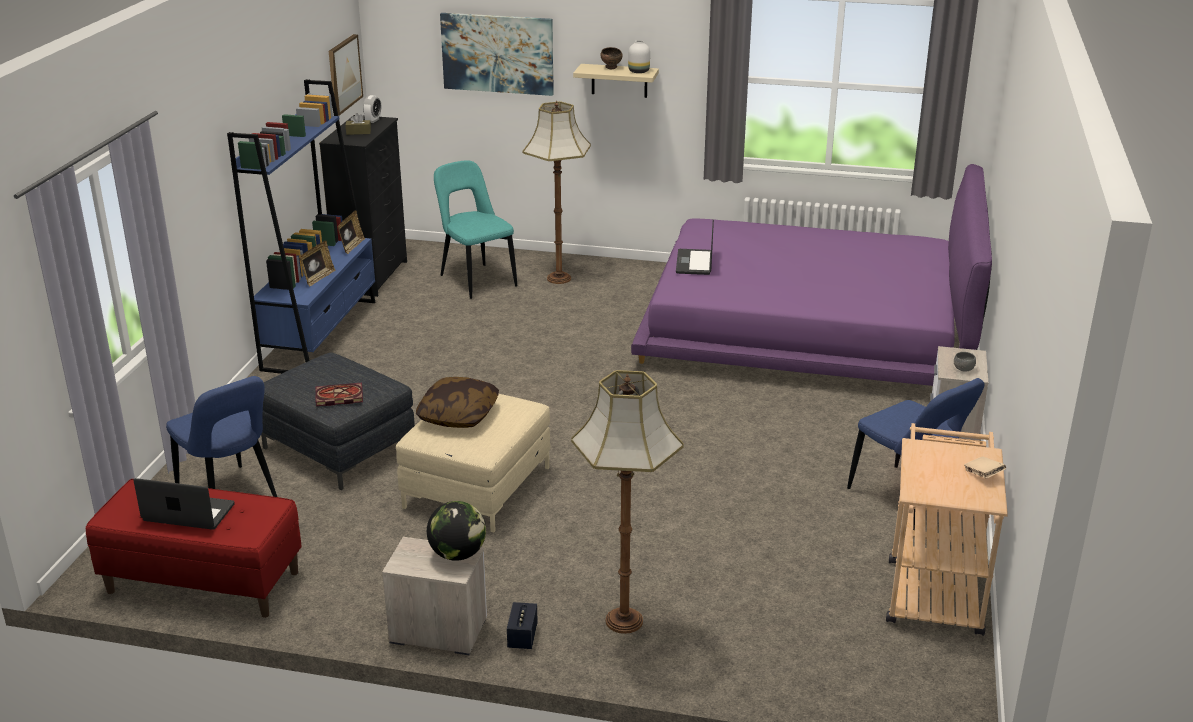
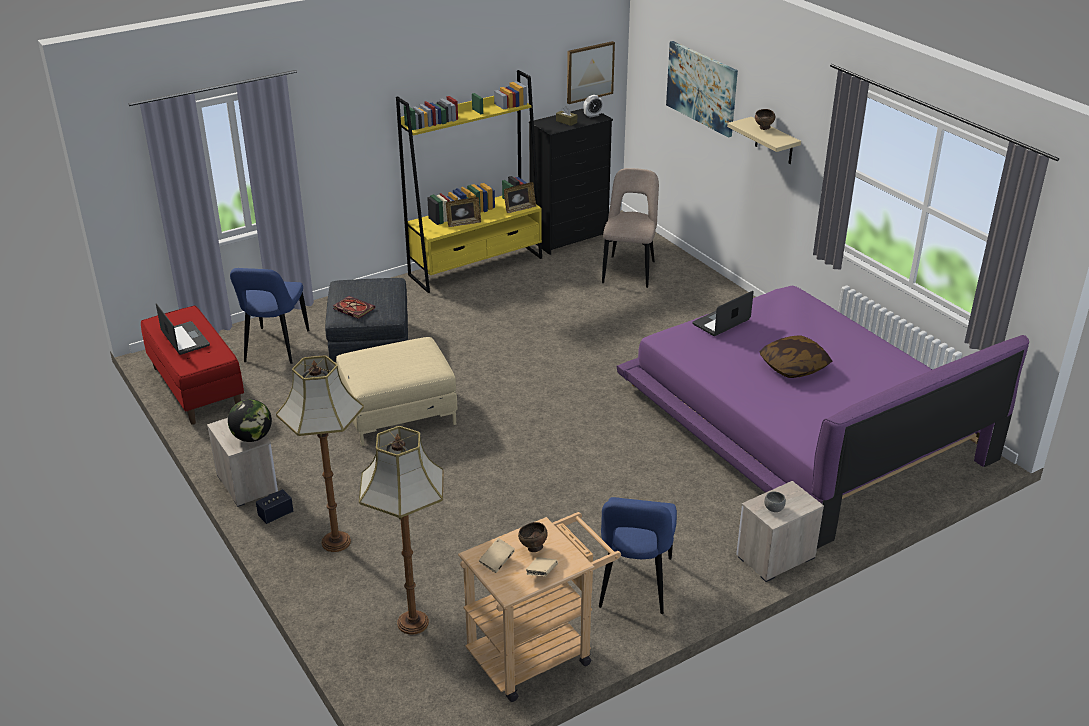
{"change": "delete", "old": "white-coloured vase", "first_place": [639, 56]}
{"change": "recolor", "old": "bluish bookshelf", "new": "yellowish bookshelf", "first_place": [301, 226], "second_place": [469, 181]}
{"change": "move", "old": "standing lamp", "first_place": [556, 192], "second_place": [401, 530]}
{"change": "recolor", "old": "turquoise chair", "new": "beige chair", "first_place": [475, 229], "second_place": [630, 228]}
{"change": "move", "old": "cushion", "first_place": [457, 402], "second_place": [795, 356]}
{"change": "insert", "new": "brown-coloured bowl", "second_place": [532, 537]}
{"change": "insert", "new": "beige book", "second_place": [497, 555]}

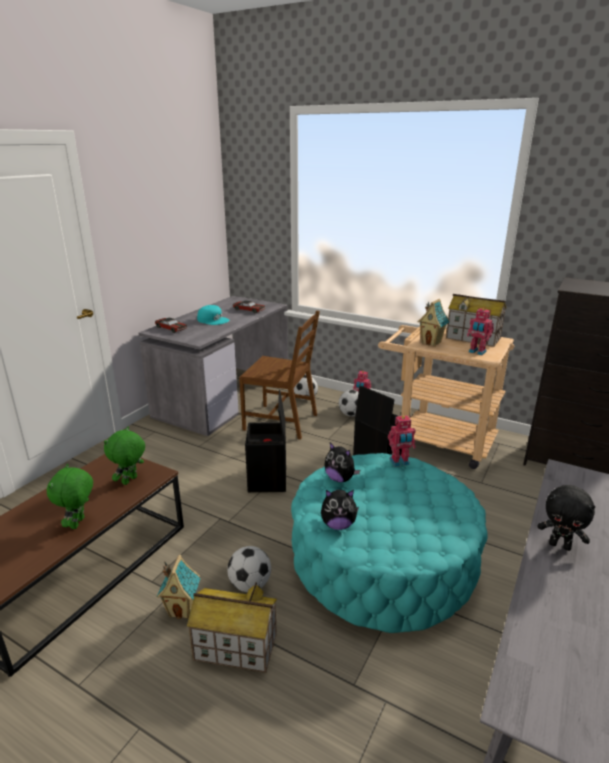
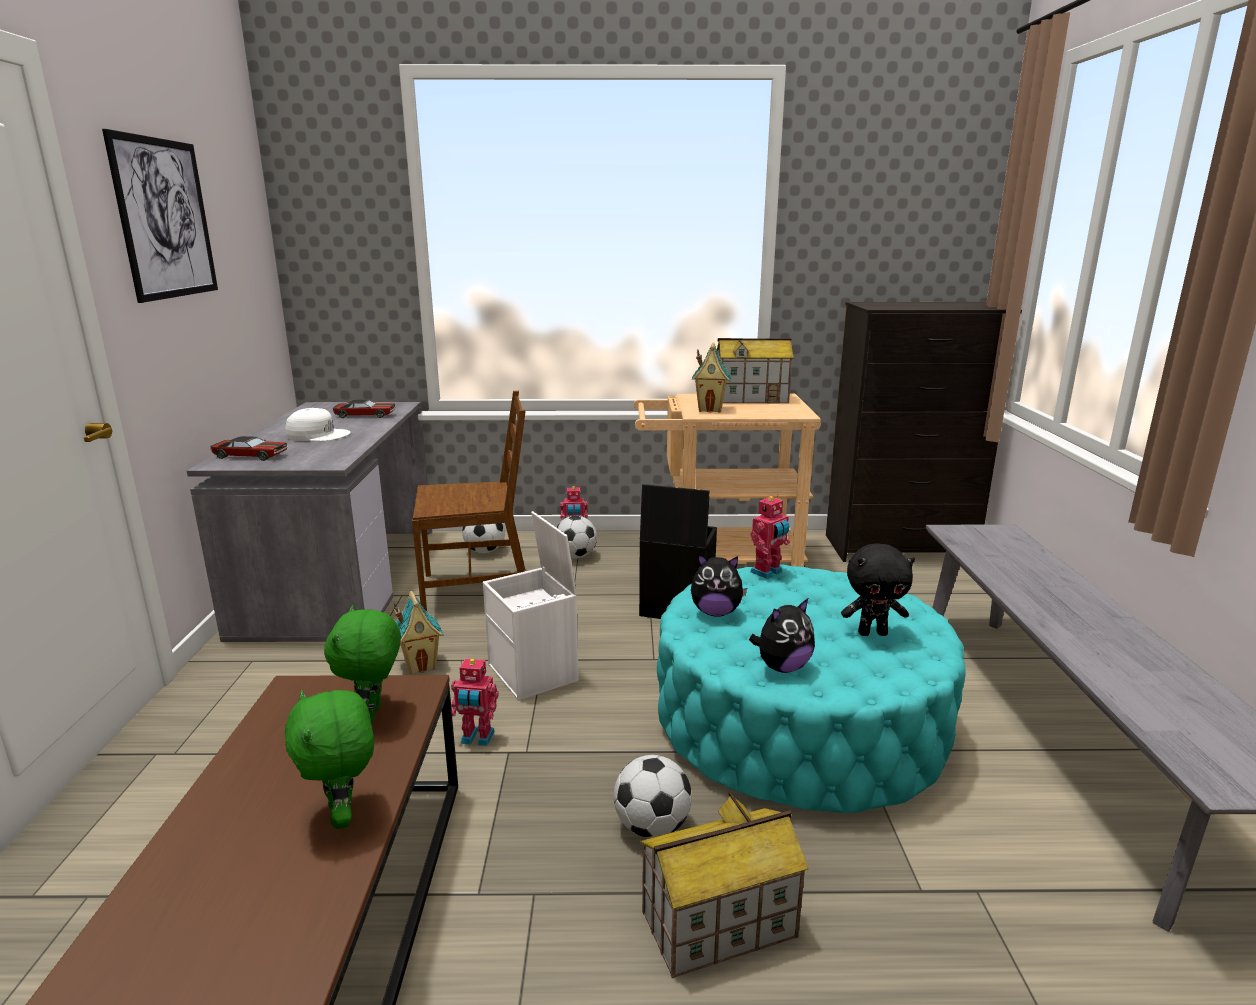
{"change": "recolor", "old": "turquoise peaked cap", "new": "white-coloured peaked cap", "first_place": [213, 315], "second_place": [318, 424]}
{"change": "move", "old": "toy robot", "first_place": [480, 331], "second_place": [475, 702]}
{"change": "recolor", "old": "black storage box", "new": "white-coloured storage box", "first_place": [265, 441], "second_place": [531, 605]}
{"change": "move", "old": "black soft toy", "first_place": [566, 518], "second_place": [878, 589]}
{"change": "move", "old": "miniature house", "first_place": [179, 587], "second_place": [418, 633]}
{"change": "insert", "new": "picture", "second_place": [160, 216]}

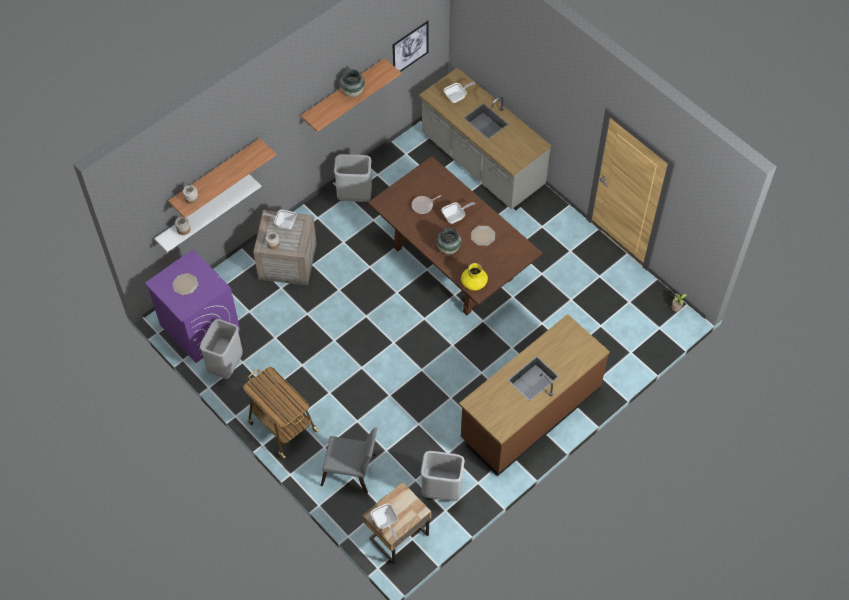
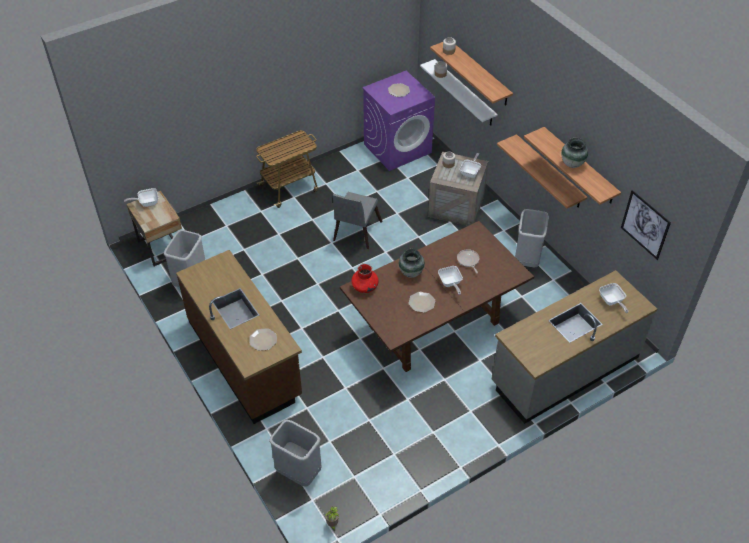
{"change": "recolor", "old": "yellowish vase", "new": "reddish vase", "first_place": [474, 277], "second_place": [365, 278]}
{"change": "move", "old": "gray rubbish bin", "first_place": [221, 349], "second_place": [295, 453]}
{"change": "move", "old": "gray chair", "first_place": [349, 460], "second_place": [357, 220]}
{"change": "insert", "new": "wall shelf", "second_place": [542, 171]}
{"change": "insert", "new": "flat dish", "second_place": [263, 339]}

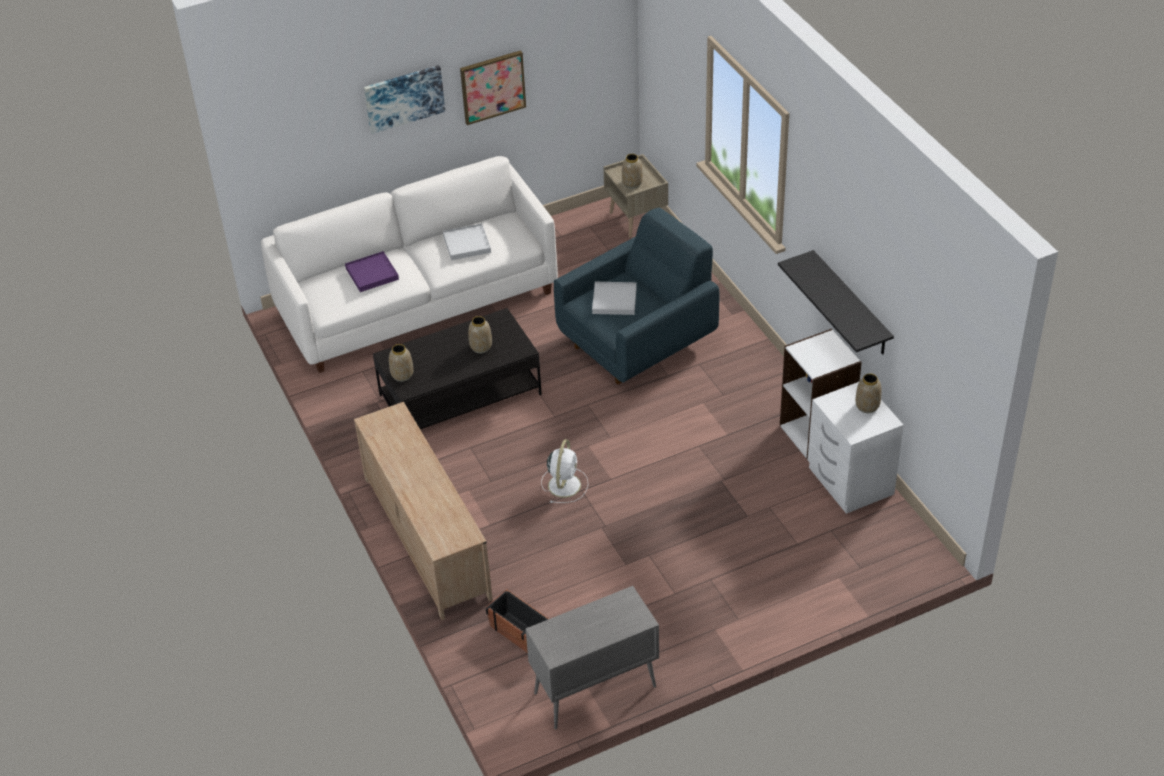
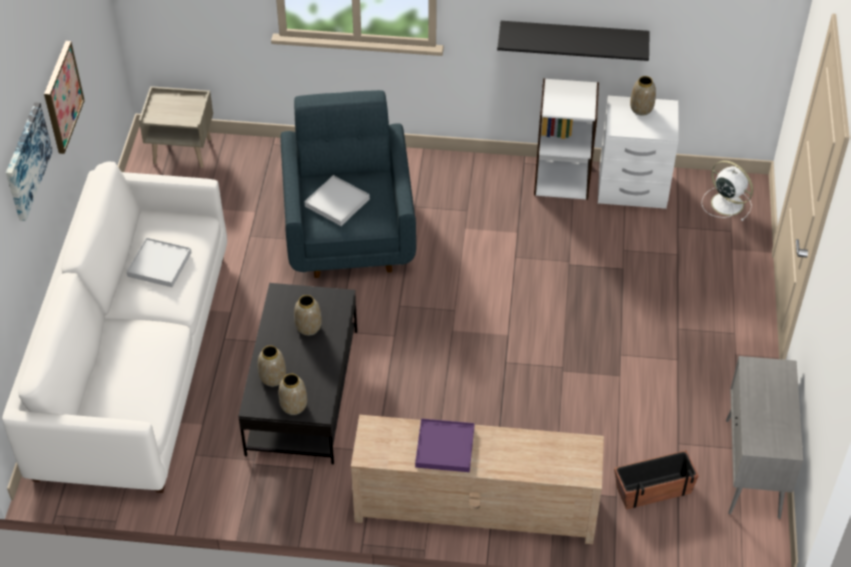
{"change": "move", "old": "vase", "first_place": [632, 171], "second_place": [272, 366]}
{"change": "move", "old": "purple-coloured carrying tray", "first_place": [372, 271], "second_place": [445, 445]}
{"change": "move", "old": "white-coloured electric fan", "first_place": [564, 471], "second_place": [727, 191]}

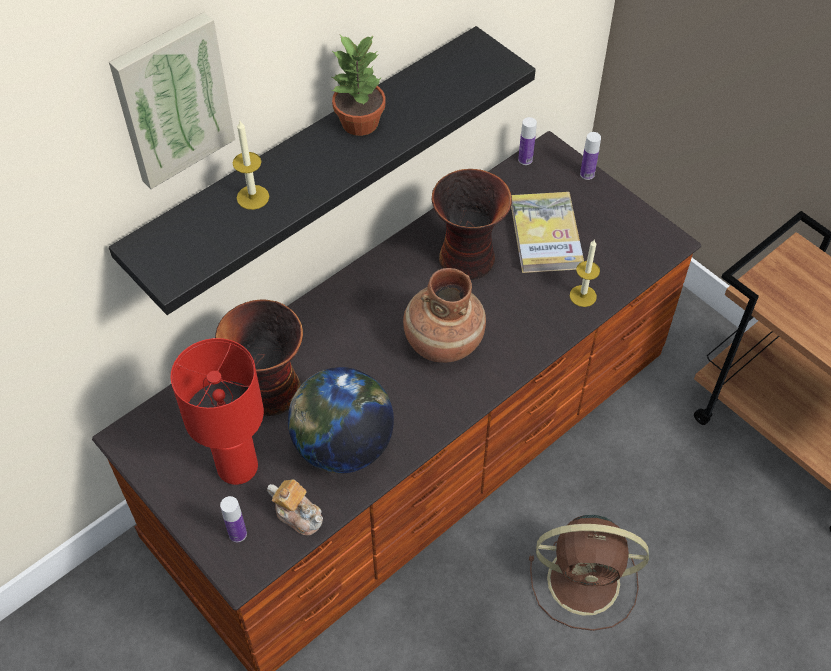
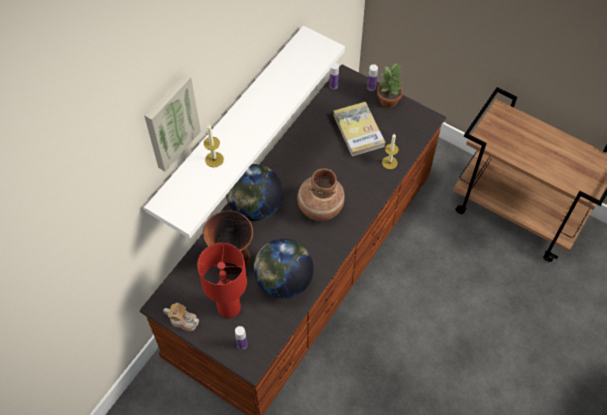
{"change": "recolor", "old": "black wall shelf", "new": "white-coloured wall shelf", "first_place": [322, 170], "second_place": [244, 132]}
{"change": "move", "old": "plant in a pot", "first_place": [358, 85], "second_place": [390, 86]}
{"change": "delete", "old": "vase", "first_place": [472, 224]}
{"change": "move", "old": "pot for tea", "first_place": [295, 507], "second_place": [181, 317]}
{"change": "delete", "old": "brown-coloured electric fan", "first_place": [589, 573]}
{"change": "insert", "new": "world globe", "second_place": [254, 192]}

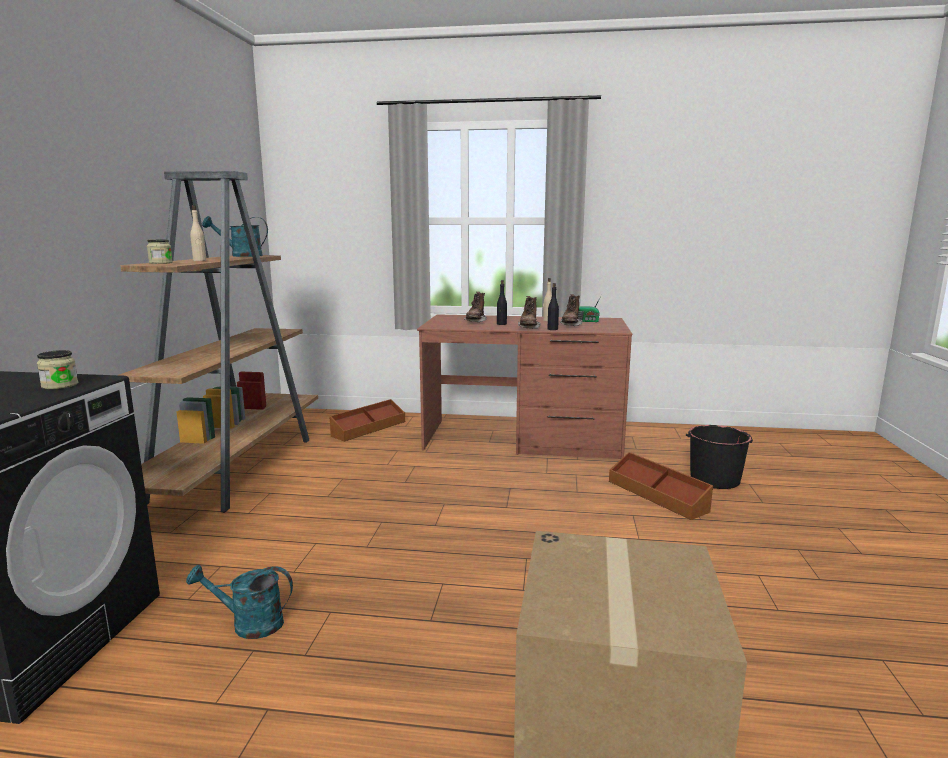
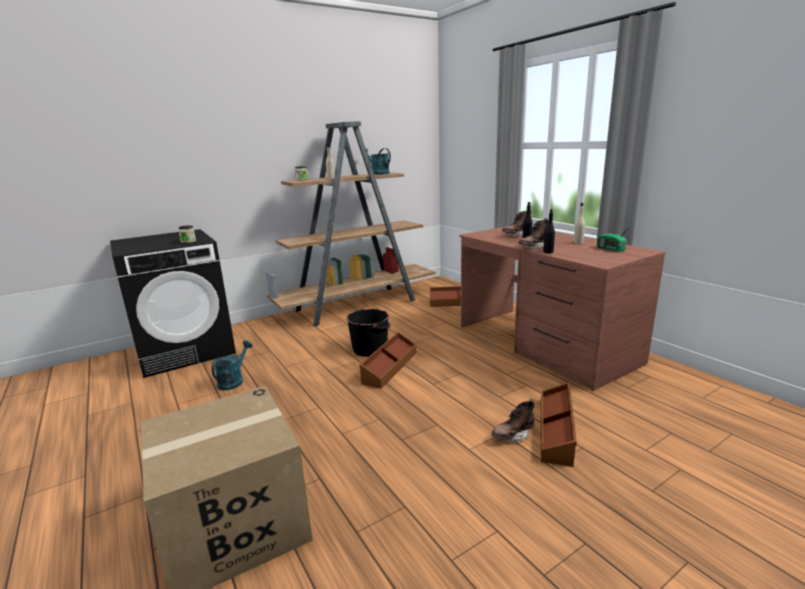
{"change": "move", "old": "brown-coloured tall boot", "first_place": [570, 310], "second_place": [513, 420]}
{"change": "move", "old": "black pail", "first_place": [719, 457], "second_place": [368, 332]}
{"change": "rotate", "old": "turquoise watering pot", "first_place": [239, 601], "second_place": [231, 365], "degrees": 60}
{"change": "insert", "new": "brown-coloured storage box", "second_place": [388, 360]}

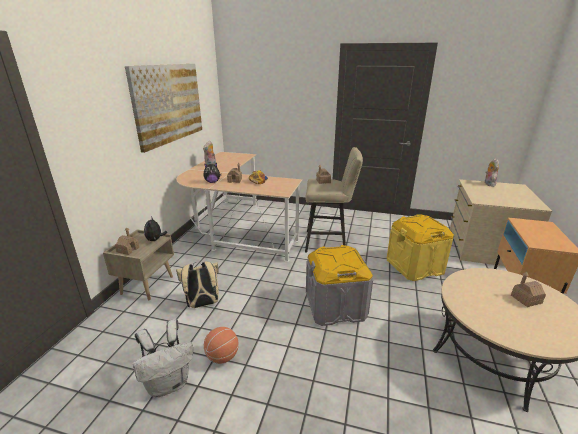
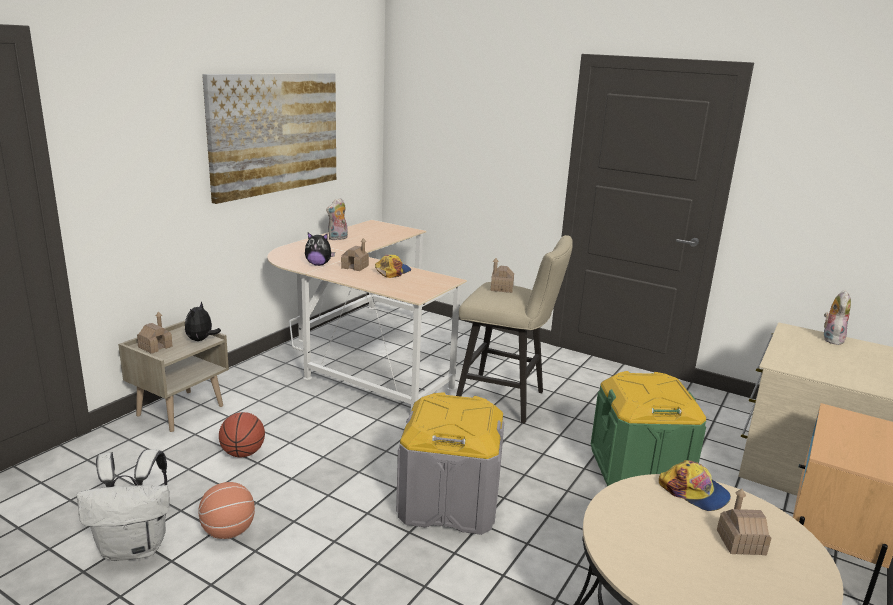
{"change": "recolor", "old": "yellowish storage box", "new": "green storage box", "first_place": [420, 247], "second_place": [648, 428]}
{"change": "replace", "old": "beige knapsack", "new": "basketball", "first_place": [197, 285], "second_place": [242, 434]}
{"change": "insert", "new": "peaked cap", "second_place": [695, 485]}

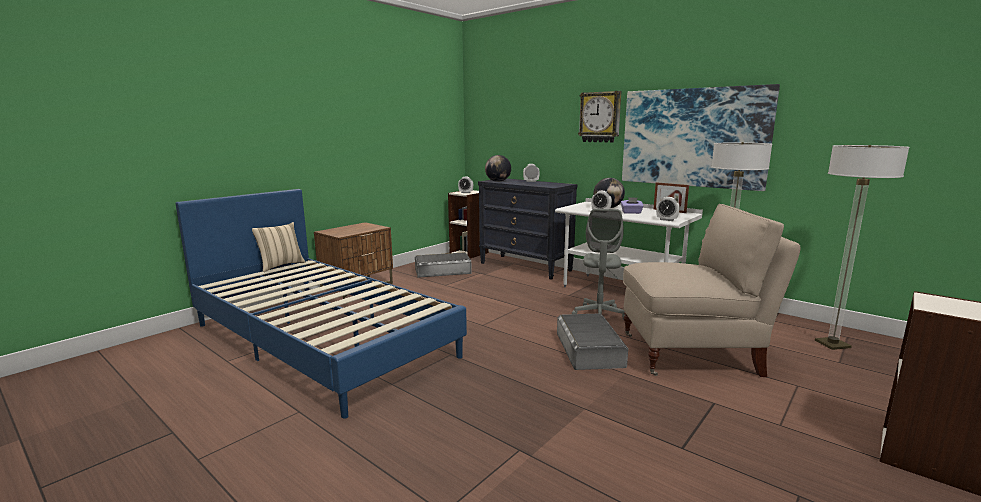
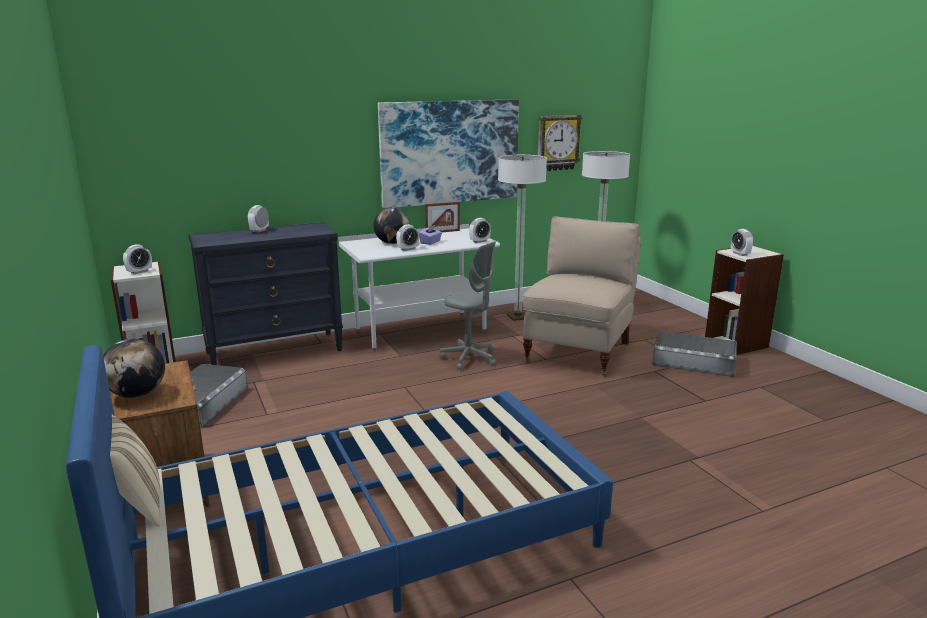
{"change": "move", "old": "clock on the wall", "first_place": [599, 117], "second_place": [560, 143]}
{"change": "move", "old": "world globe", "first_place": [498, 168], "second_place": [134, 368]}
{"change": "move", "old": "gray storage box", "first_place": [592, 341], "second_place": [694, 354]}
{"change": "insert", "new": "table clock", "second_place": [742, 242]}

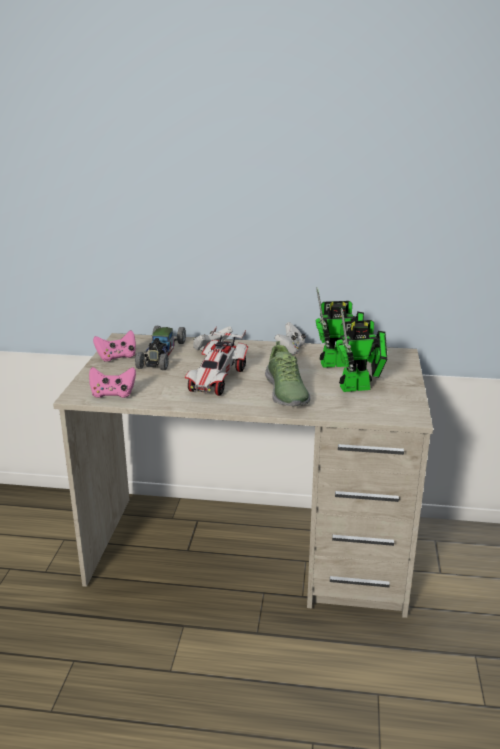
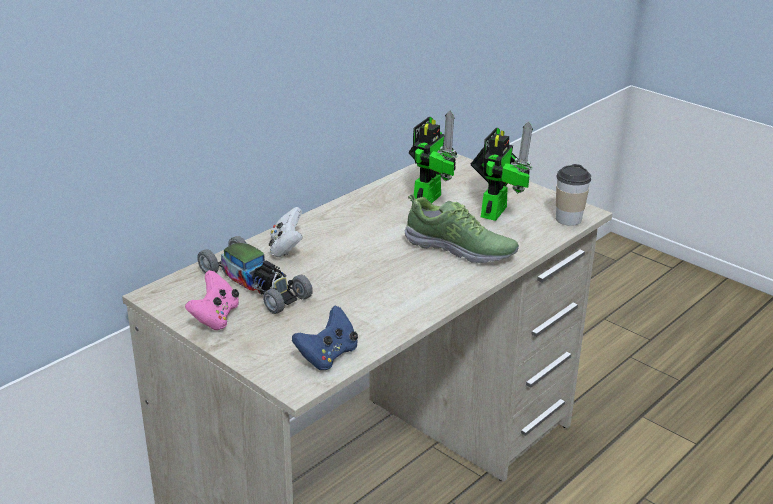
{"change": "delete", "old": "white-coloured gamepad", "first_place": [290, 338]}
{"change": "delete", "old": "toy car", "first_place": [216, 361]}
{"change": "recolor", "old": "pinkish gamepad", "new": "bluish gamepad", "first_place": [112, 382], "second_place": [325, 337]}
{"change": "insert", "new": "drinking cup", "second_place": [573, 195]}

